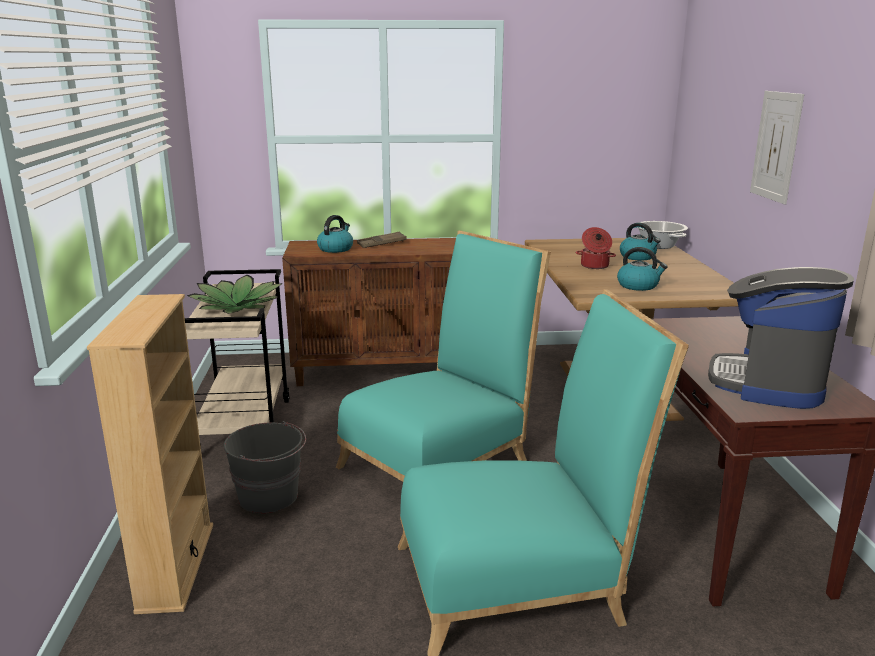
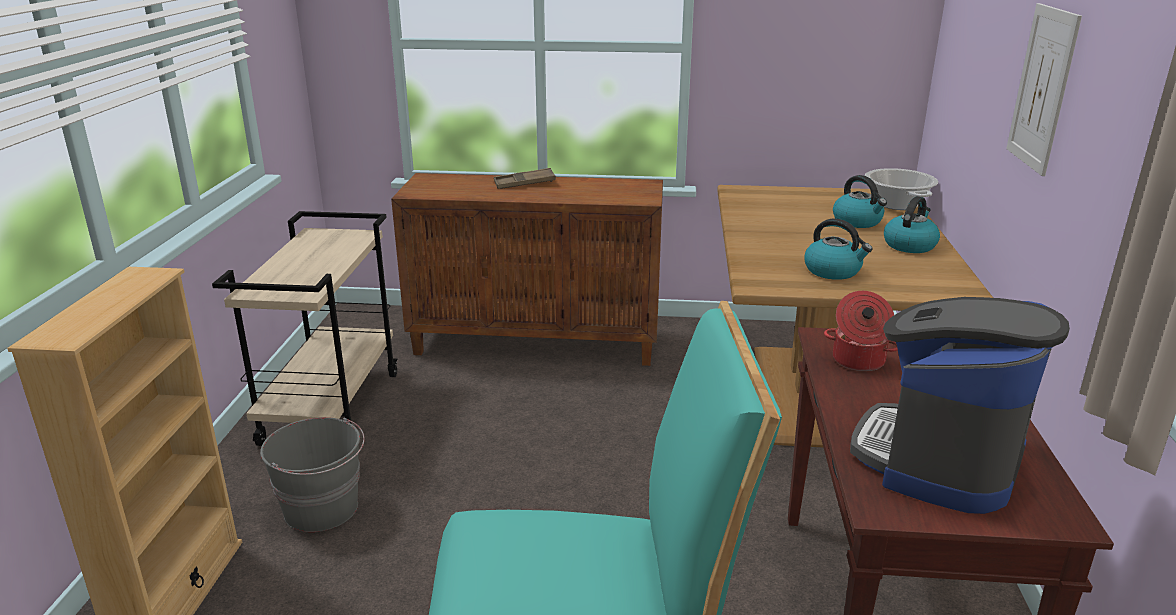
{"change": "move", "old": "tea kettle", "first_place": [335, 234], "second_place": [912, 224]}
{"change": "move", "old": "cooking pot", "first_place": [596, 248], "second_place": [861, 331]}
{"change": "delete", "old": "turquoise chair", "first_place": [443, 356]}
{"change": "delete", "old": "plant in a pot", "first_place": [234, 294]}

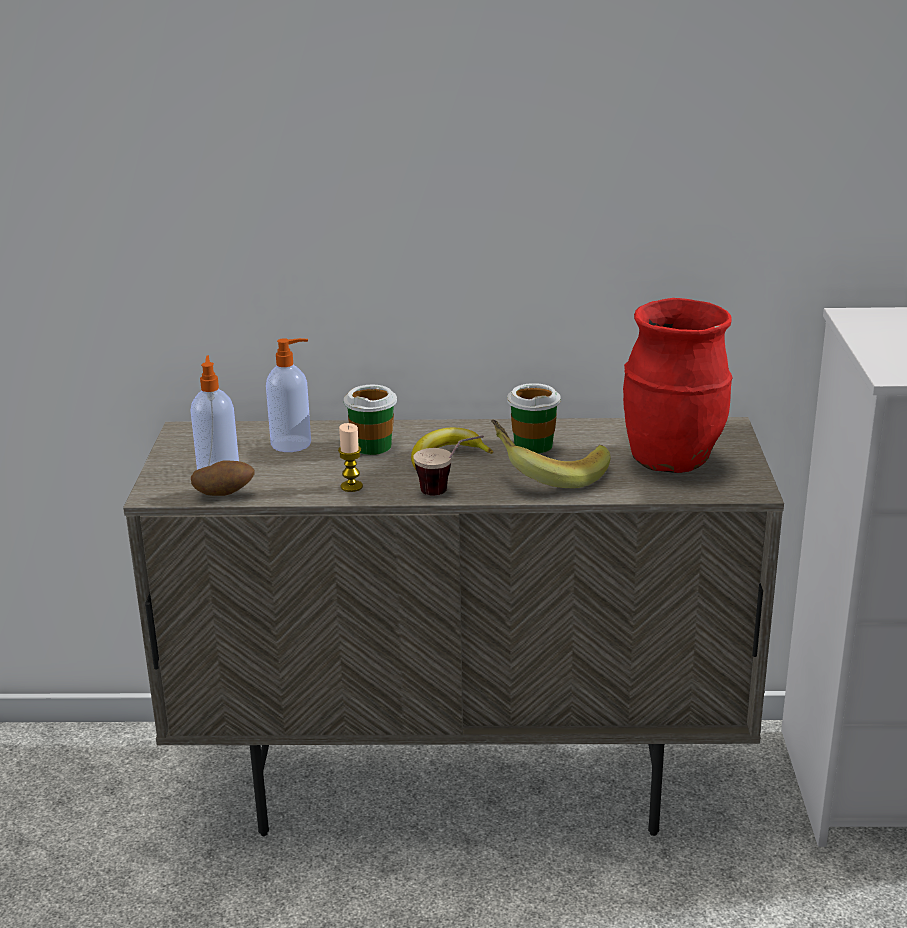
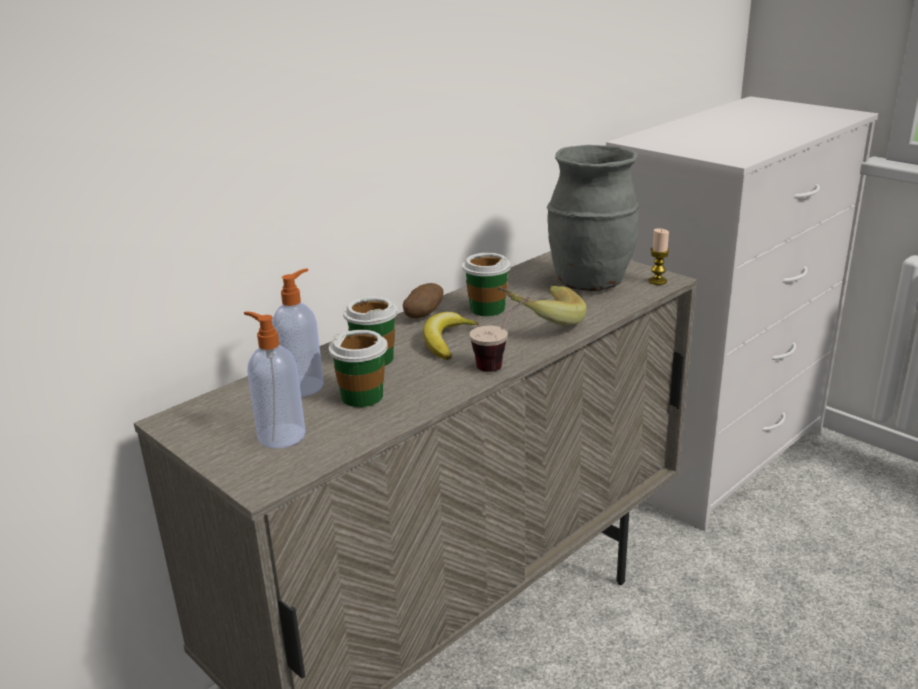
{"change": "recolor", "old": "reddish vase", "new": "gray vase", "first_place": [678, 385], "second_place": [593, 218]}
{"change": "move", "old": "wax light", "first_place": [350, 457], "second_place": [659, 256]}
{"change": "move", "old": "spud", "first_place": [222, 478], "second_place": [423, 301]}
{"change": "insert", "new": "drinking cup", "second_place": [358, 368]}

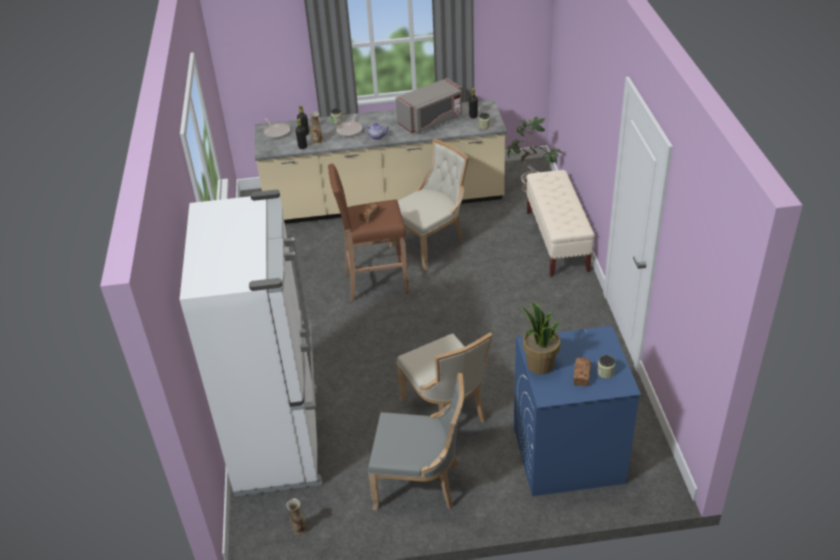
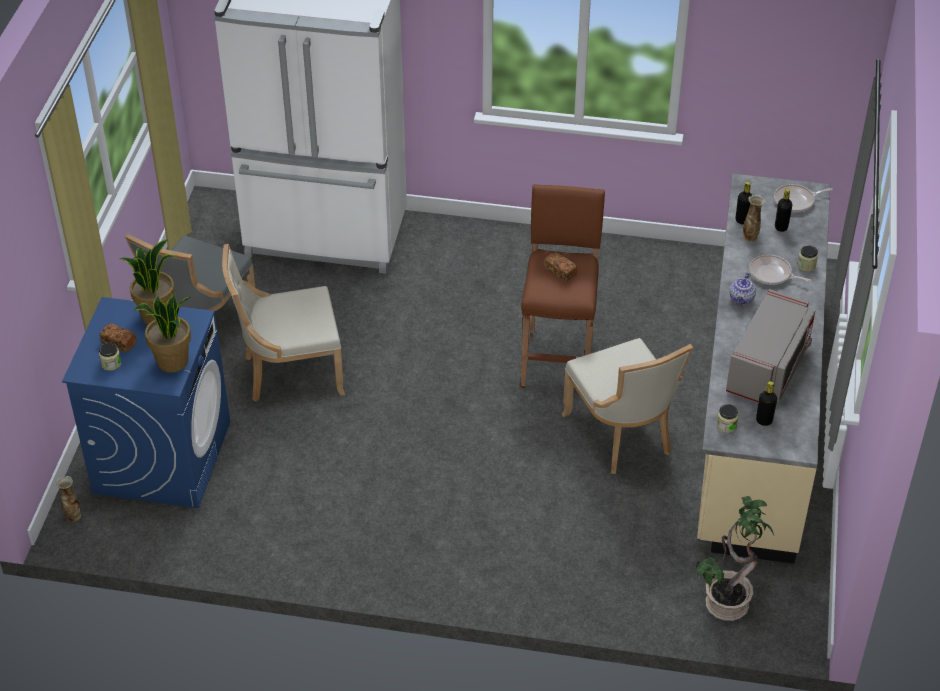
{"change": "rotate", "old": "gray kitchen microwave", "first_place": [429, 105], "second_place": [771, 345], "degrees": -135}
{"change": "delete", "old": "beige long seat", "first_place": [560, 223]}
{"change": "move", "old": "vase", "first_place": [296, 516], "second_place": [68, 499]}
{"change": "insert", "new": "plant in a pot", "second_place": [162, 333]}

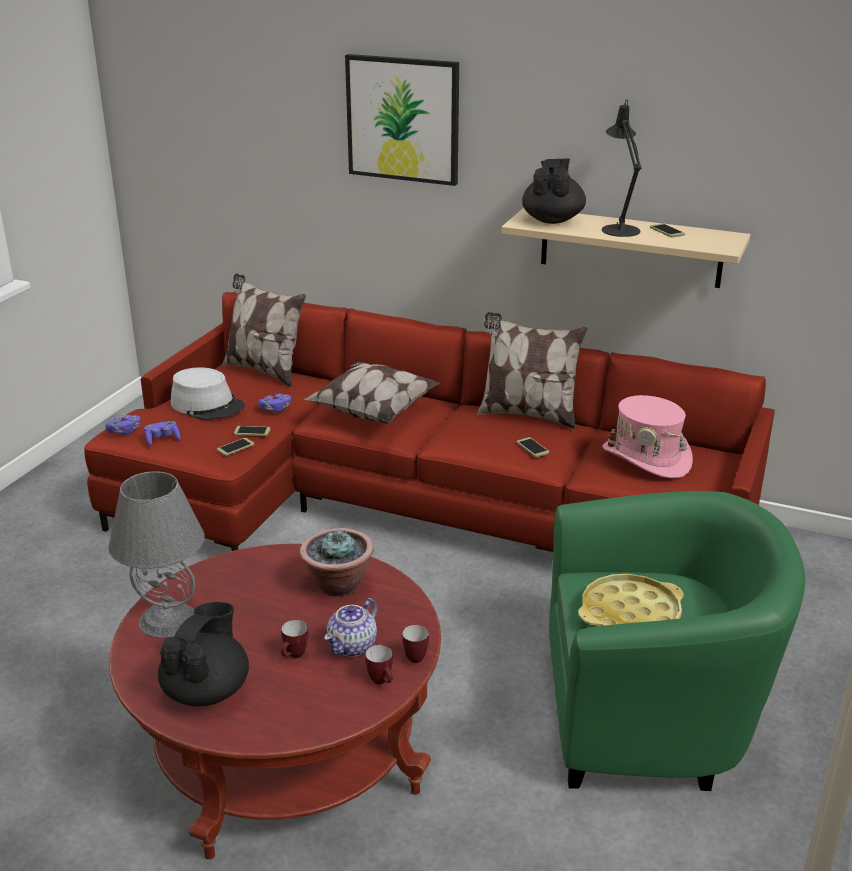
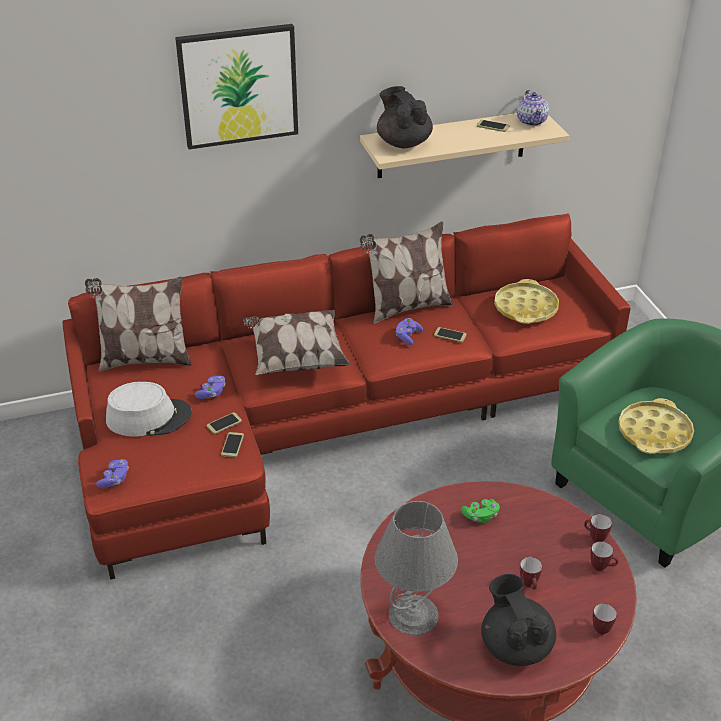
{"change": "delete", "old": "black lamp for a table", "first_place": [622, 168]}
{"change": "replace", "old": "pinkish hat", "new": "yellowish carrying tray", "first_place": [647, 436], "second_place": [526, 301]}
{"change": "move", "old": "purple-coloured gamepad", "first_place": [162, 433], "second_place": [409, 331]}
{"change": "replace", "old": "plant in a pot", "new": "green gamepad", "first_place": [337, 562], "second_place": [480, 511]}
{"change": "move", "old": "pot for tea", "first_place": [350, 627], "second_place": [533, 108]}
{"change": "insert", "new": "tea mug", "second_place": [605, 619]}

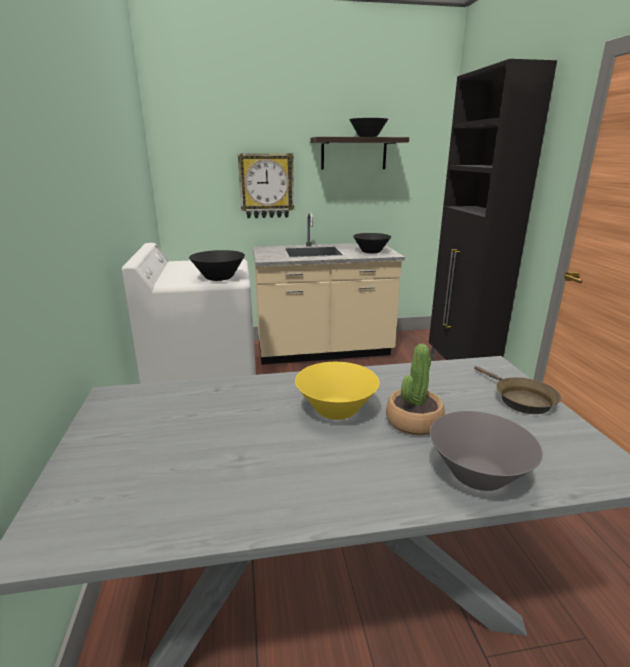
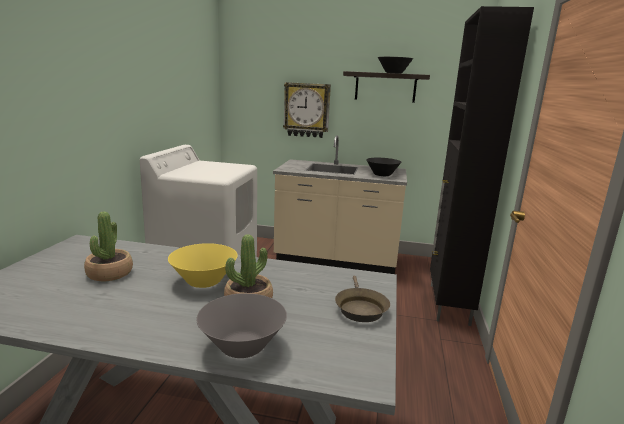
{"change": "delete", "old": "black bowl", "first_place": [217, 265]}
{"change": "insert", "new": "plant in a pot", "second_place": [108, 246]}

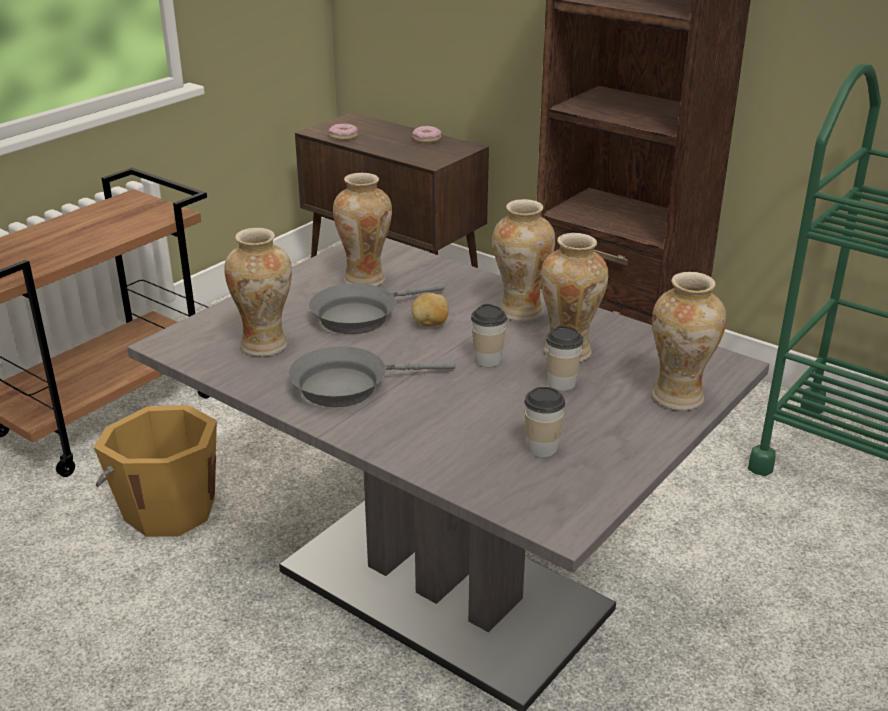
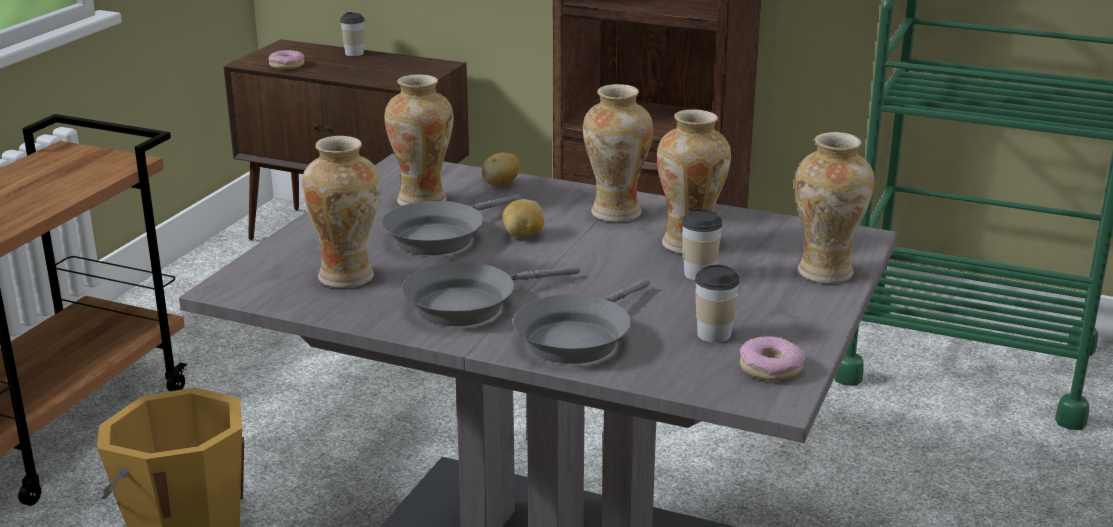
{"change": "move", "old": "donut", "first_place": [427, 134], "second_place": [772, 358]}
{"change": "move", "old": "drinking cup", "first_place": [489, 335], "second_place": [352, 34]}
{"change": "insert", "new": "spud", "second_place": [501, 169]}
{"change": "insert", "new": "gray frying pan", "second_place": [581, 321]}

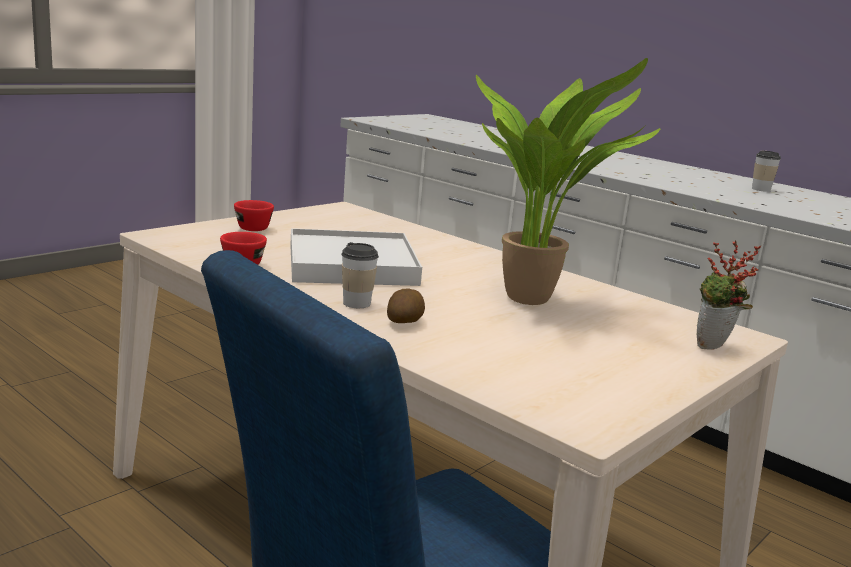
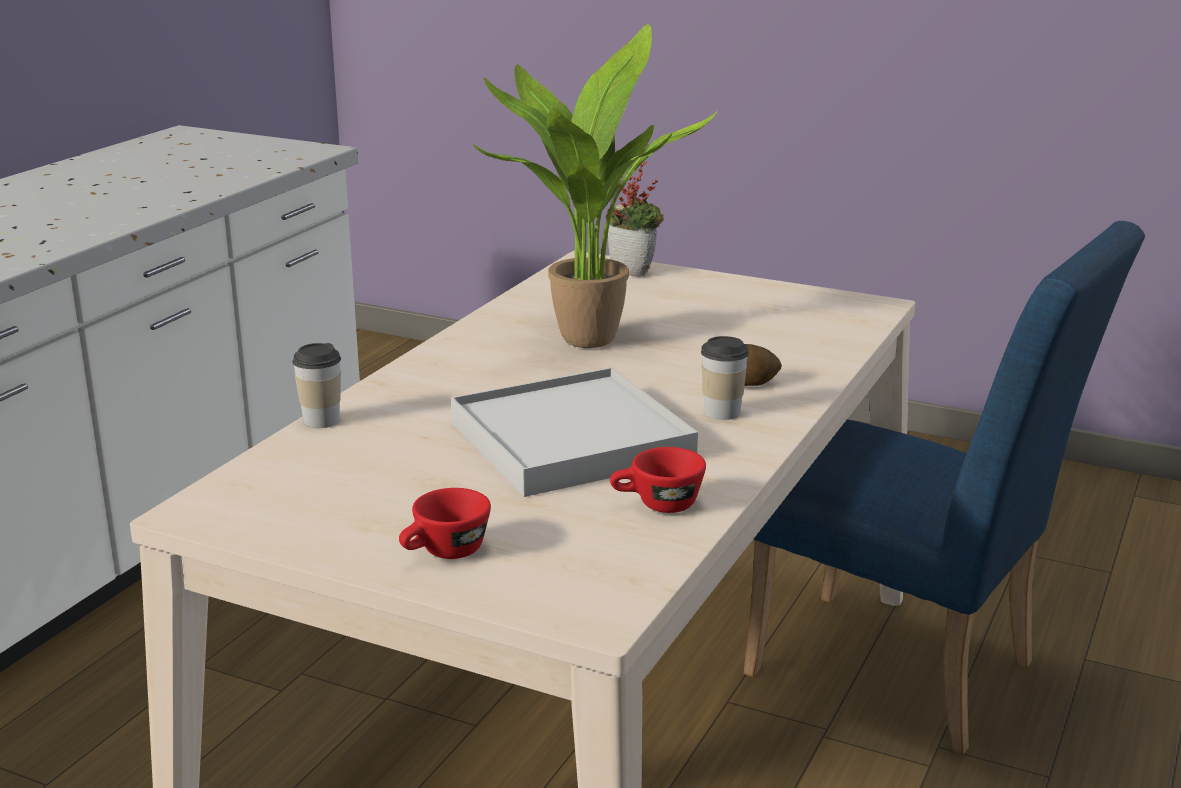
{"change": "move", "old": "drinking cup", "first_place": [766, 171], "second_place": [316, 385]}

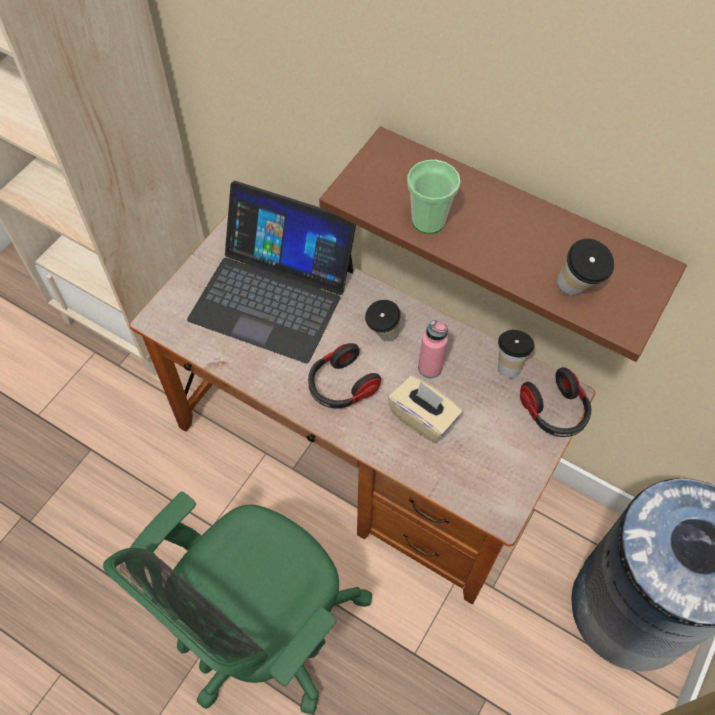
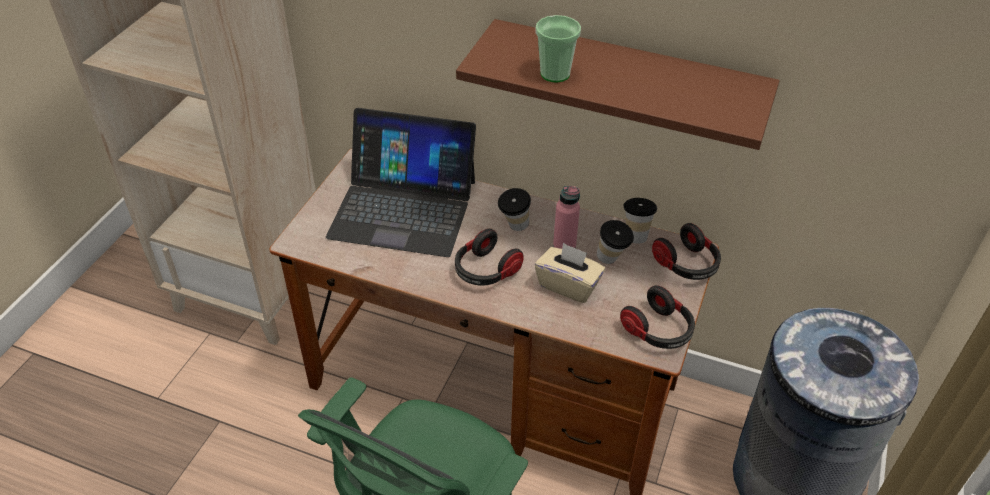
{"change": "move", "old": "drinking cup", "first_place": [585, 267], "second_place": [615, 242]}
{"change": "insert", "new": "pair of headphones", "second_place": [657, 317]}

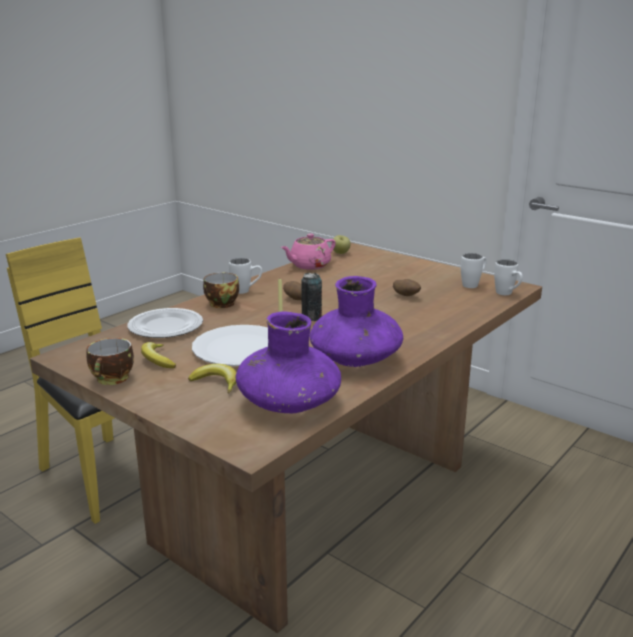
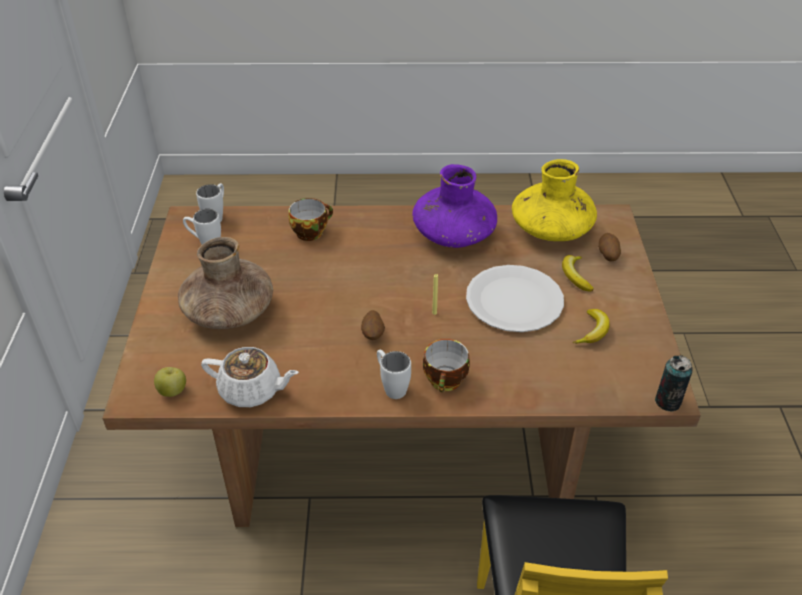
{"change": "recolor", "old": "pinkish pot for tea", "new": "white-coloured pot for tea", "first_place": [308, 252], "second_place": [250, 377]}
{"change": "move", "old": "can", "first_place": [311, 297], "second_place": [674, 383]}
{"change": "move", "old": "spud", "first_place": [407, 287], "second_place": [609, 247]}
{"change": "delete", "old": "flat dish", "first_place": [165, 323]}
{"change": "recolor", "old": "purple-coloured vase", "new": "yellowish vase", "first_place": [288, 362], "second_place": [554, 200]}
{"change": "move", "old": "drinking cup", "first_place": [110, 361], "second_place": [311, 219]}
{"change": "insert", "new": "brown-coloured vase", "second_place": [225, 283]}

